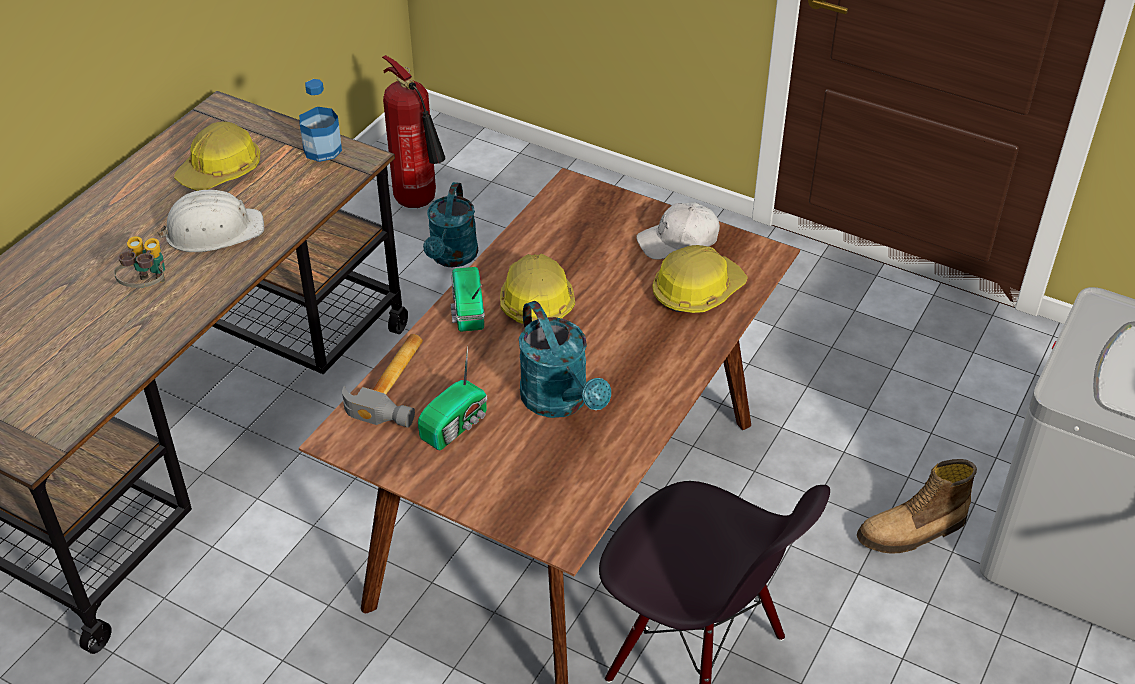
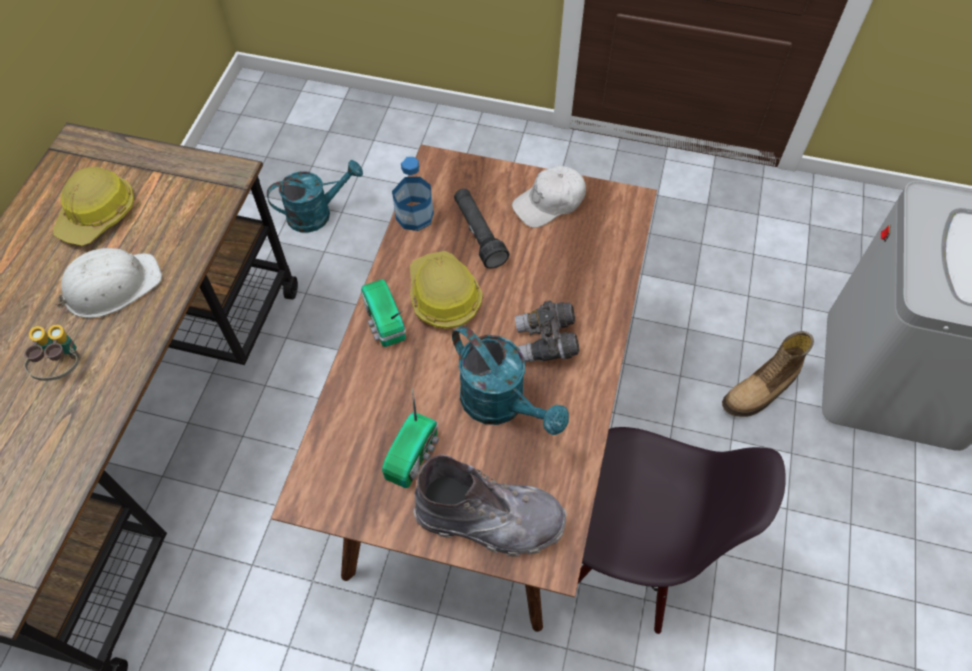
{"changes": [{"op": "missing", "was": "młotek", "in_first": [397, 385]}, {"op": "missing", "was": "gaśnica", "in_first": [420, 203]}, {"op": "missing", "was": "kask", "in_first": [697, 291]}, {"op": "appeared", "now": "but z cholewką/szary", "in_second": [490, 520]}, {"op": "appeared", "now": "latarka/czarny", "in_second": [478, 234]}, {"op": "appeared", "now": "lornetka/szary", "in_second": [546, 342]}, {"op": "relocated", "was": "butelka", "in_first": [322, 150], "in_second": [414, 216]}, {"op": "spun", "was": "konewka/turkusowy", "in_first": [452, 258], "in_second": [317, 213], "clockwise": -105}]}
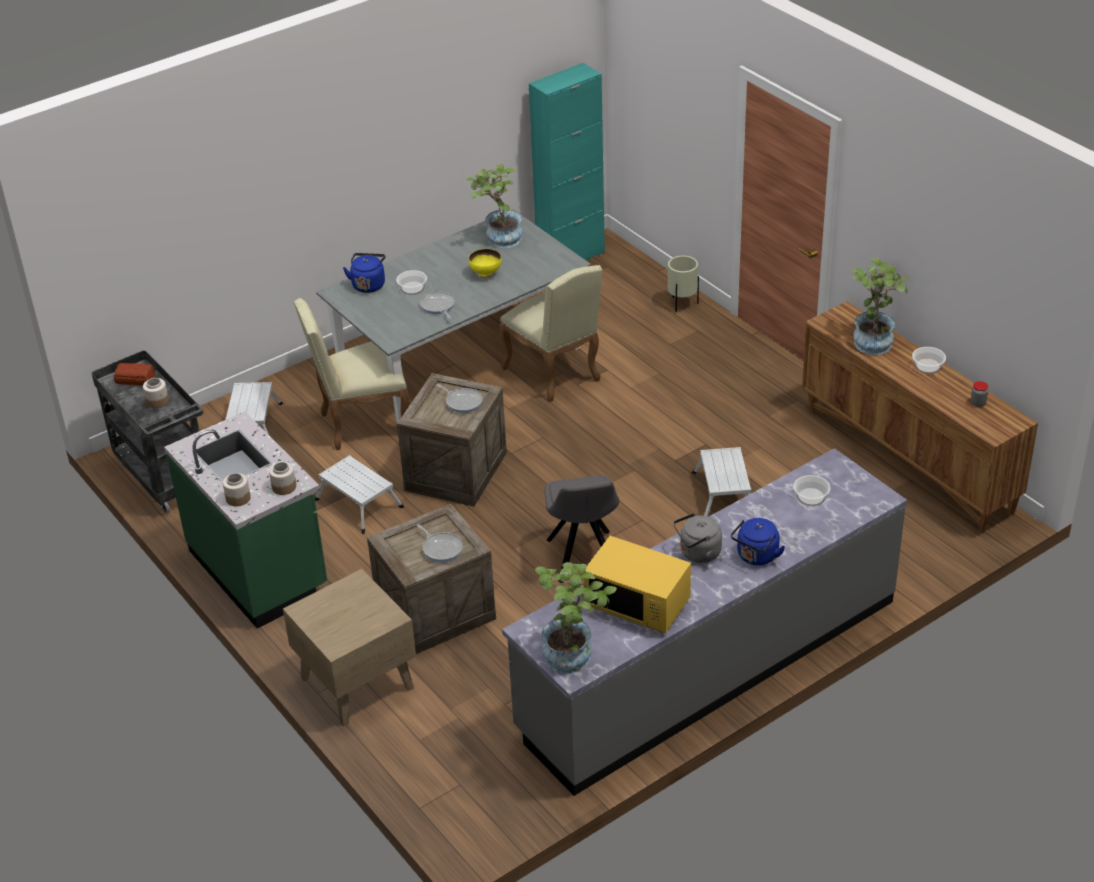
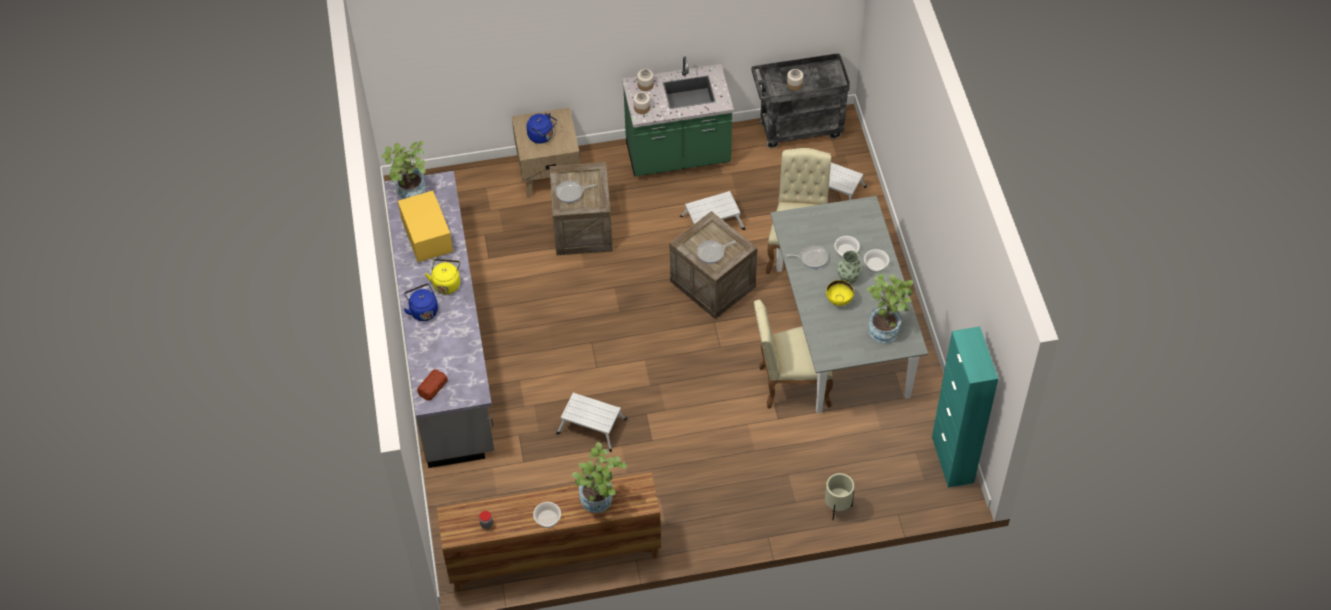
{"changes": [{"op": "missing", "was": "krzesło/szary", "in_first": [583, 557]}, {"op": "appeared", "now": "wazon", "in_second": [848, 277]}, {"op": "relocated", "was": "chleb", "in_first": [134, 379], "in_second": [433, 387]}, {"op": "relocated", "was": "czajnik/niebieski", "in_first": [368, 284], "in_second": [542, 136]}, {"op": "relocated", "was": "miska", "in_first": [811, 497], "in_second": [876, 265]}, {"op": "colour", "was": "czajnik/szary", "now": "czajnik/żółty", "in_first": [698, 553], "in_second": [446, 283]}, {"op": "spun", "was": "mikrofalówka/żółty", "in_first": [638, 604], "in_second": [427, 237], "clockwise": 105}]}
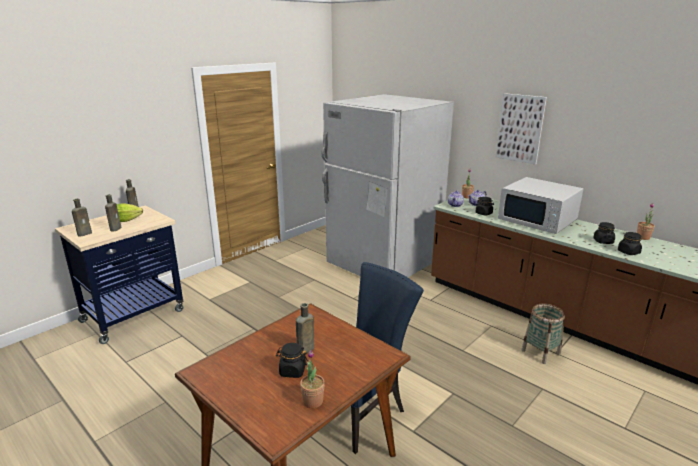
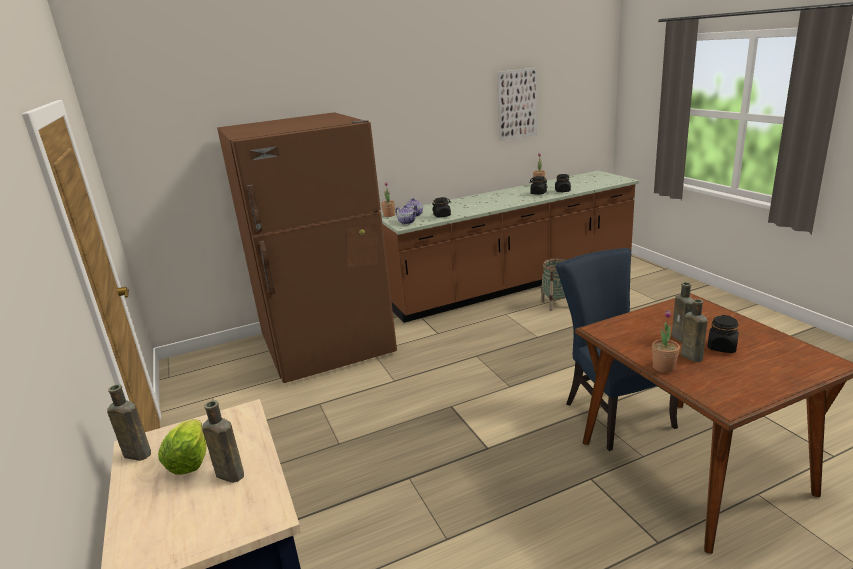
{"changes": [{"op": "missing", "was": "mikrofalówka/biały", "in_first": [538, 220]}, {"op": "relocated", "was": "butelka/brązowy", "in_first": [85, 233], "in_second": [690, 356]}, {"op": "relocated", "was": "roślina doniczkowa", "in_first": [313, 401], "in_second": [663, 367]}, {"op": "relocated", "was": "obraz", "in_first": [520, 128], "in_second": [517, 104]}, {"op": "colour", "was": "lodówka/biały", "now": "lodówka/brązowy", "in_first": [384, 262], "in_second": [328, 344]}]}
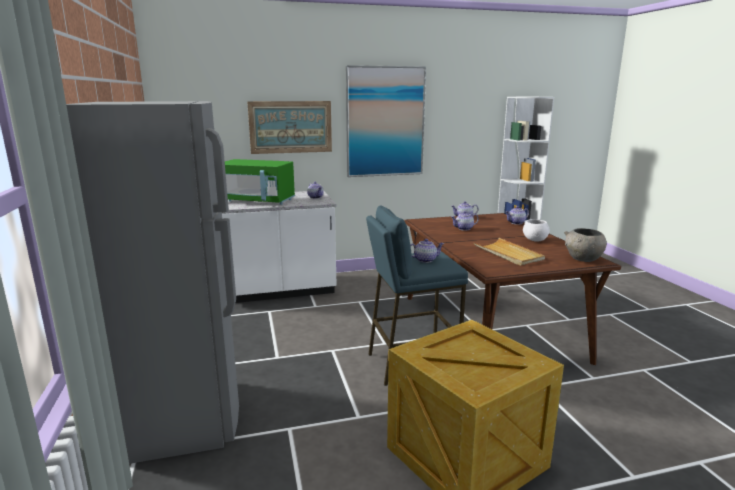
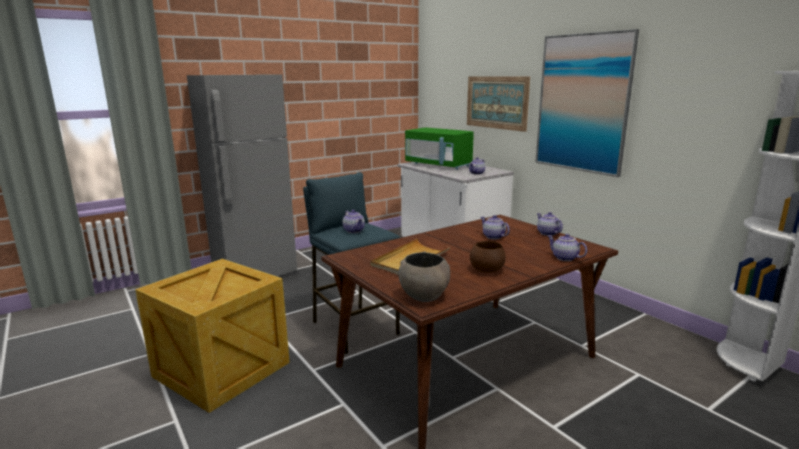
{"changes": [{"op": "colour", "was": "miska/biały", "now": "miska/brązowy", "in_first": [535, 240], "in_second": [487, 270]}, {"op": "spun", "was": "mikrofalówka/zielony", "in_first": [257, 201], "in_second": [438, 165], "clockwise": -45}]}
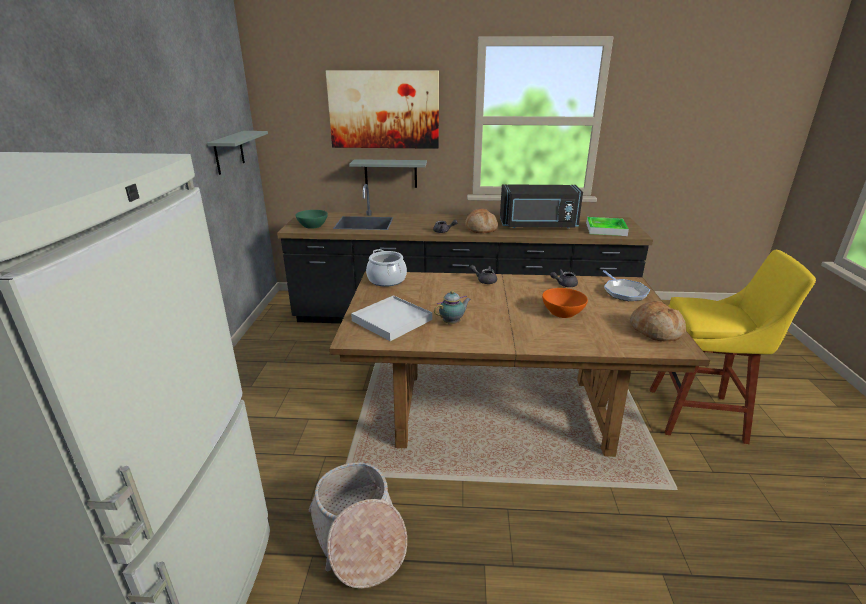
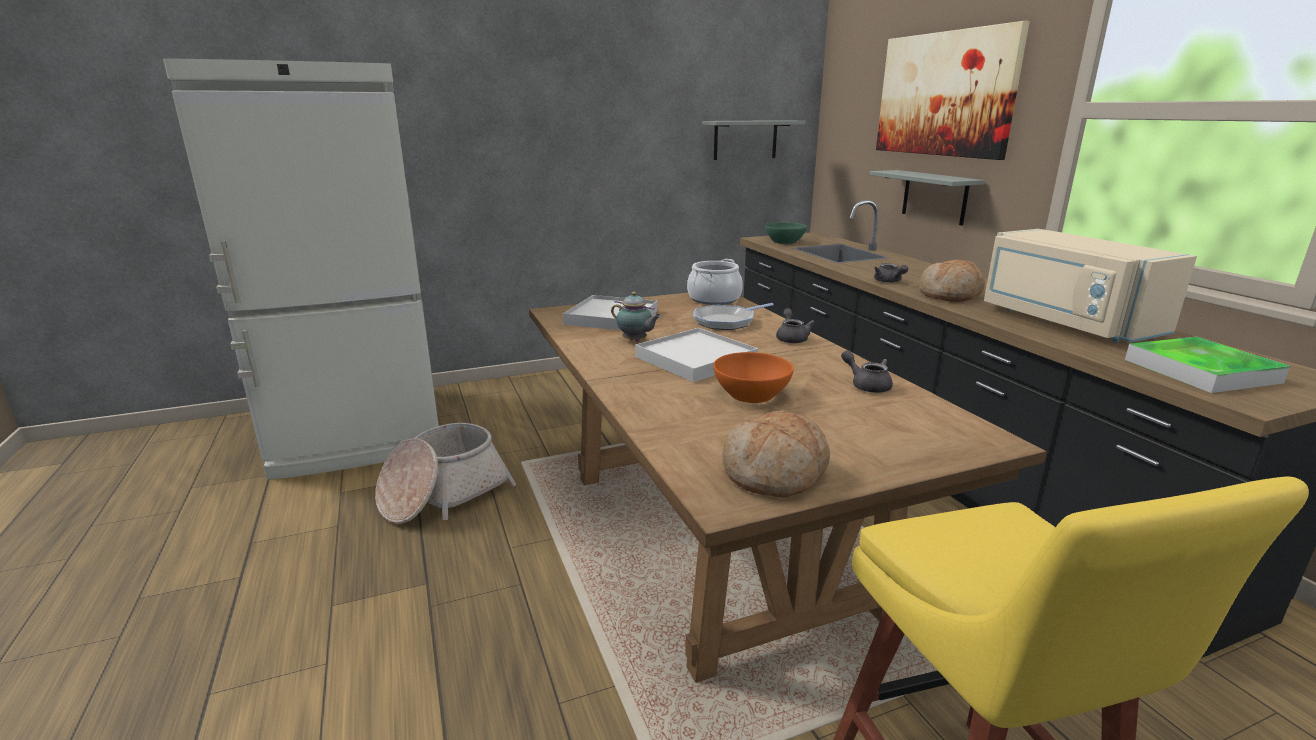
{"changes": [{"op": "appeared", "now": "taca/biały", "in_second": [696, 359]}, {"op": "relocated", "was": "patelnia", "in_first": [624, 292], "in_second": [726, 321]}, {"op": "colour", "was": "mikrofalówka/czarny", "now": "mikrofalówka/beżowy", "in_first": [538, 225], "in_second": [1064, 322]}]}
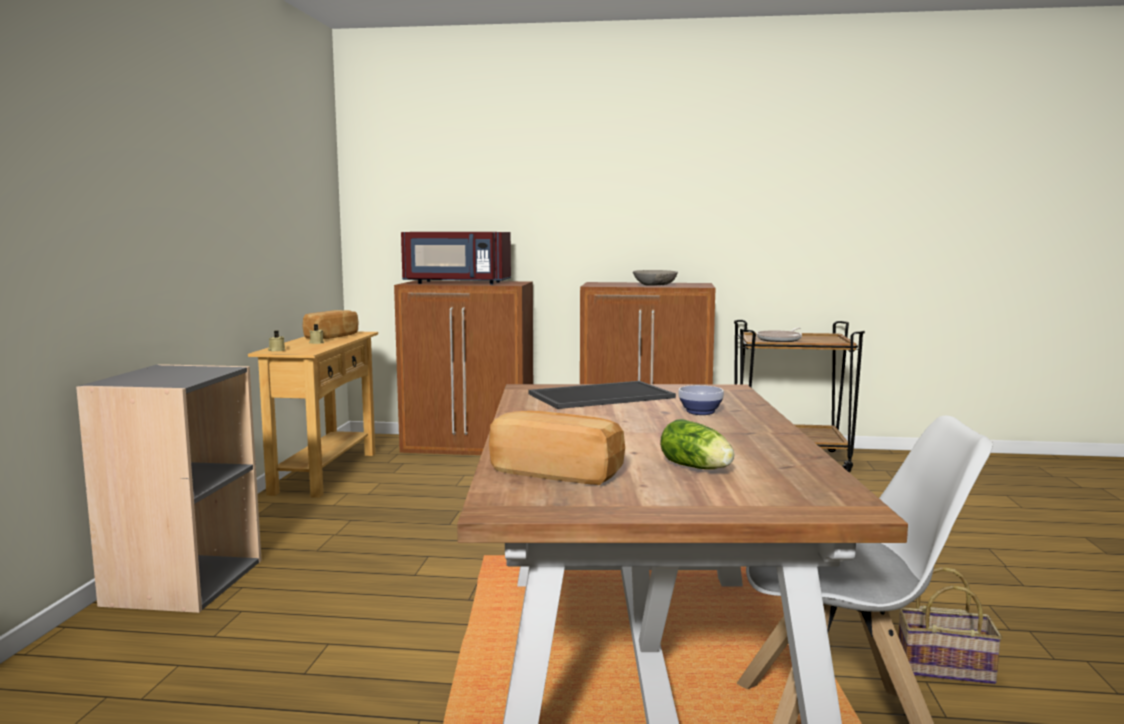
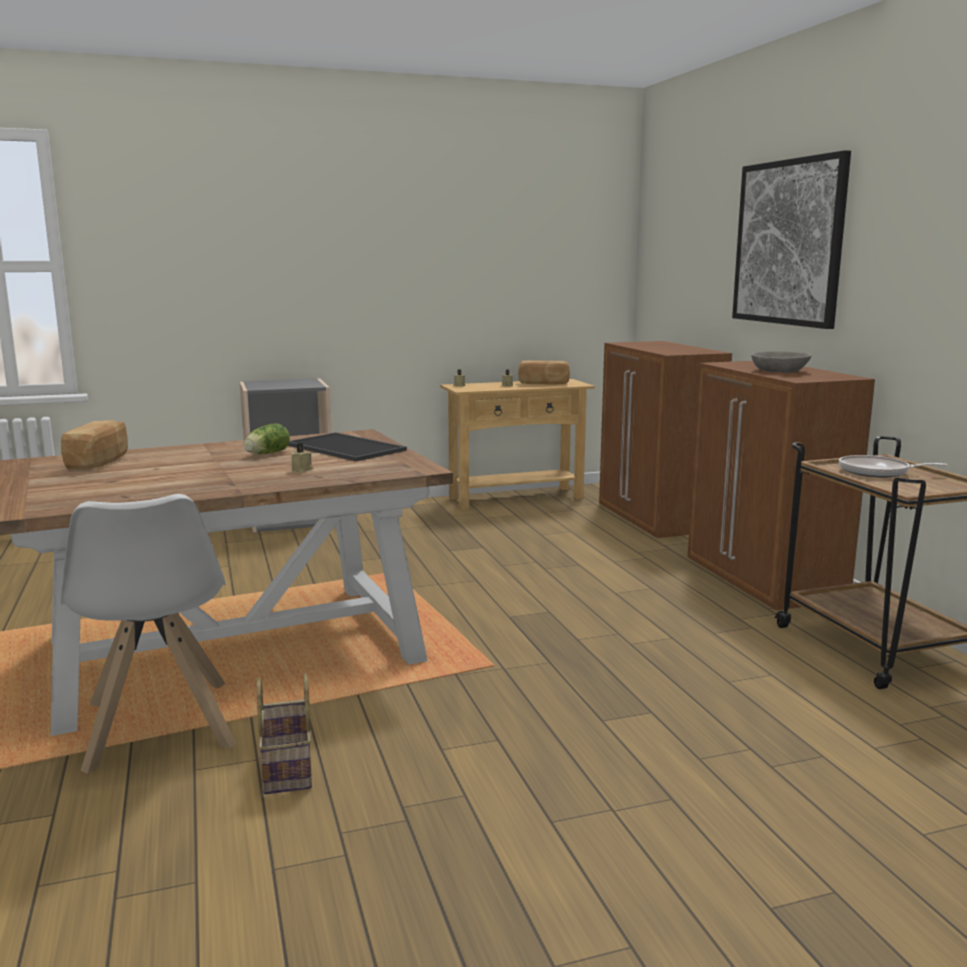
{"changes": [{"op": "missing", "was": "mikrofalówka/czerwony", "in_first": [456, 283]}, {"op": "appeared", "now": "obraz", "in_second": [788, 243]}, {"op": "relocated", "was": "sałata", "in_first": [698, 468], "in_second": [265, 454]}, {"op": "exchanged", "was": "miska", "now": "świeca/beżowy", "in_first": [699, 412], "in_second": [302, 470]}]}
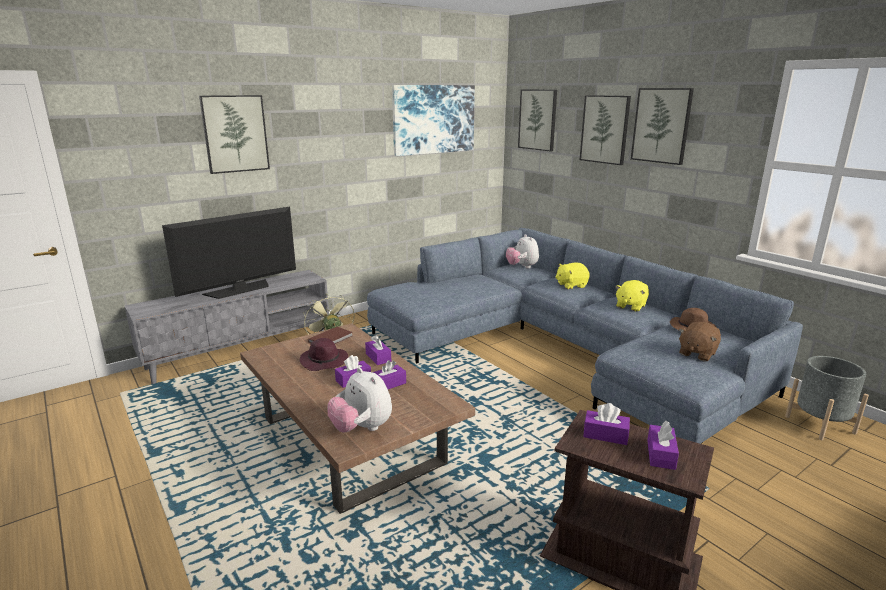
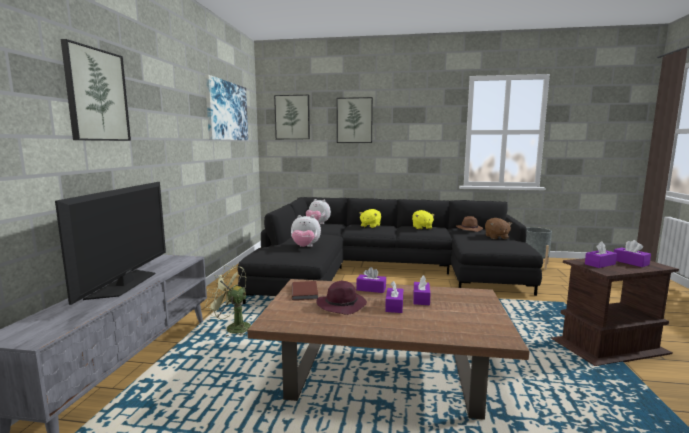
{"changes": [{"op": "missing", "was": "obraz", "in_first": [661, 125]}, {"op": "relocated", "was": "pluszak", "in_first": [362, 428], "in_second": [305, 247]}, {"op": "colour", "was": "kanapa/niebieski", "now": "kanapa/czarny", "in_first": [561, 349], "in_second": [383, 271]}]}
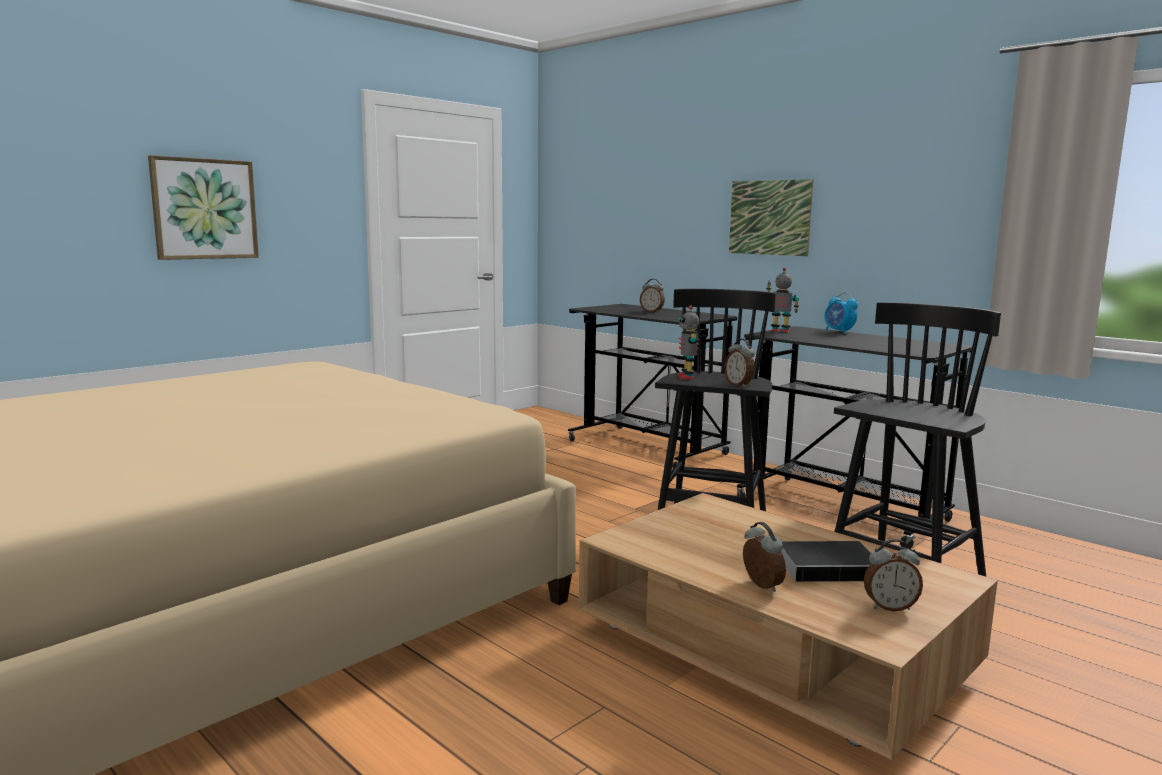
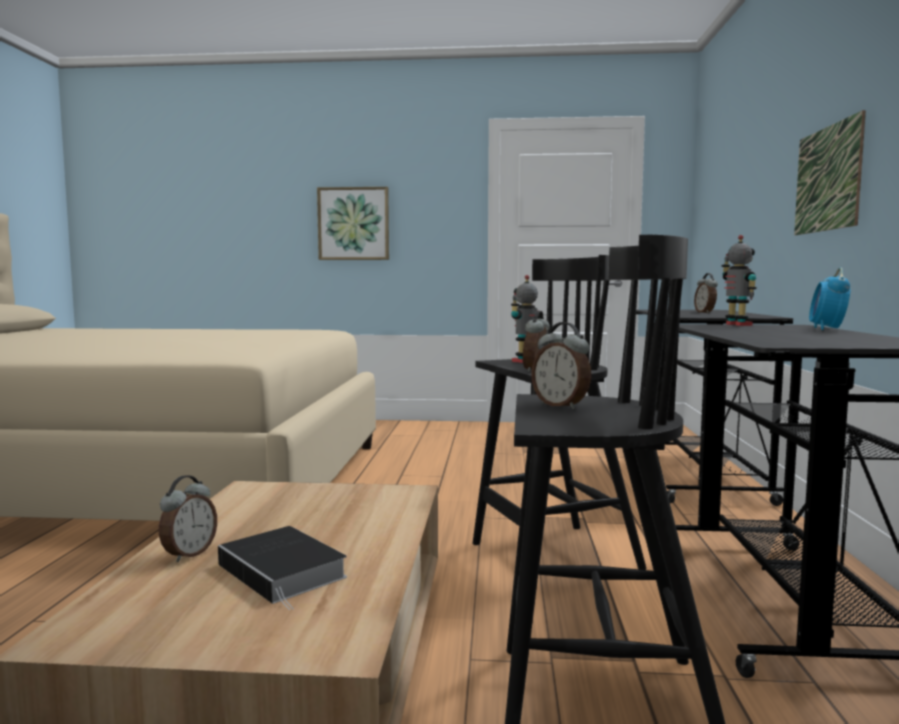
{"changes": [{"op": "relocated", "was": "budzik", "in_first": [889, 607], "in_second": [561, 406]}]}
